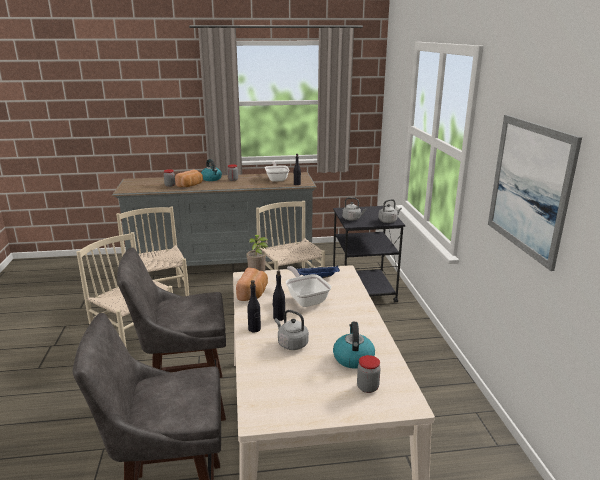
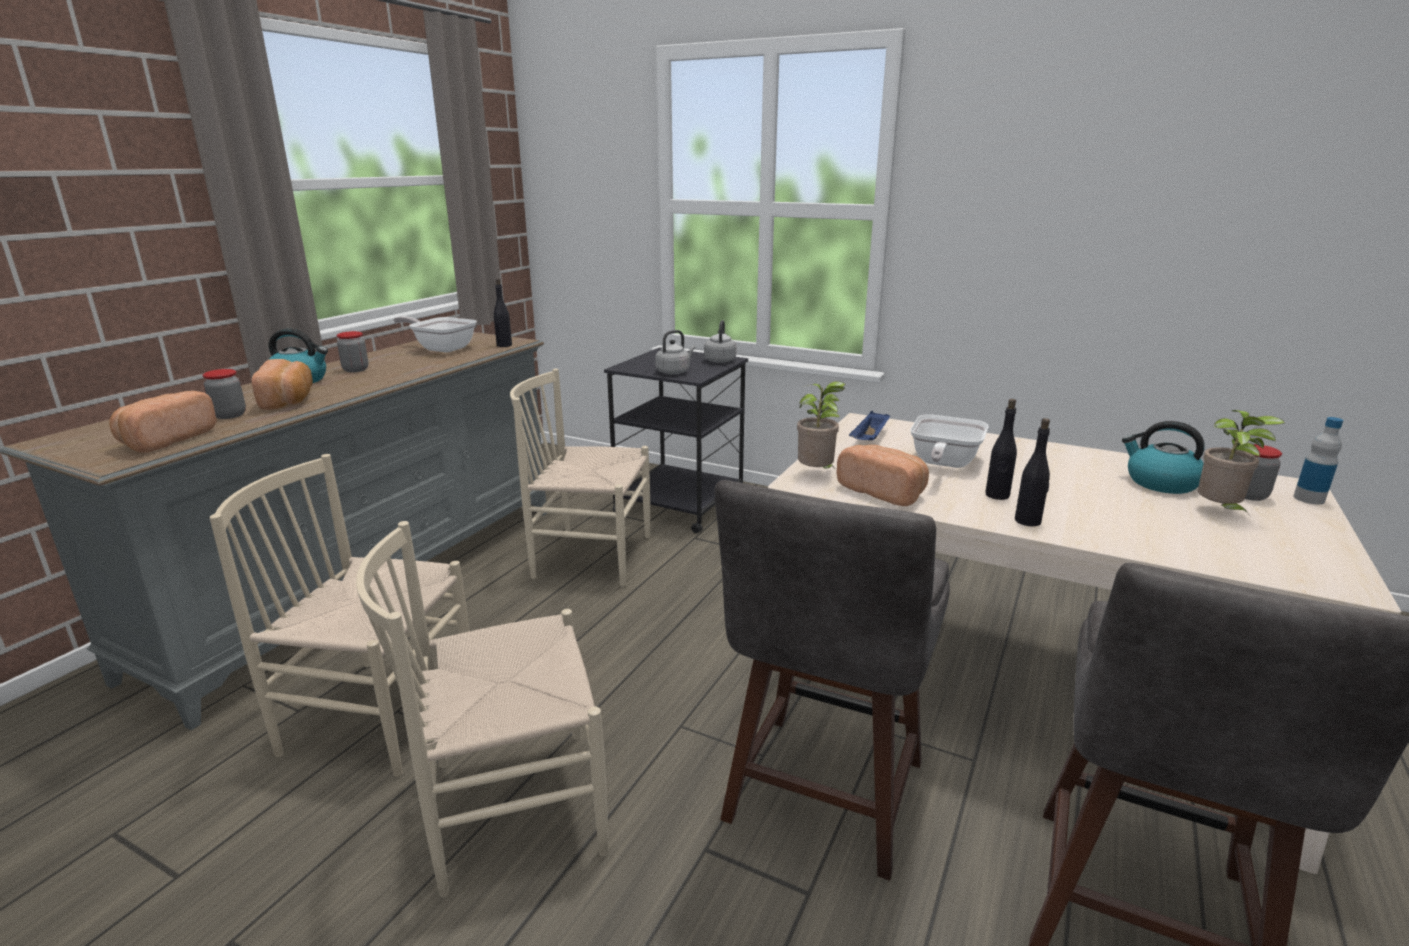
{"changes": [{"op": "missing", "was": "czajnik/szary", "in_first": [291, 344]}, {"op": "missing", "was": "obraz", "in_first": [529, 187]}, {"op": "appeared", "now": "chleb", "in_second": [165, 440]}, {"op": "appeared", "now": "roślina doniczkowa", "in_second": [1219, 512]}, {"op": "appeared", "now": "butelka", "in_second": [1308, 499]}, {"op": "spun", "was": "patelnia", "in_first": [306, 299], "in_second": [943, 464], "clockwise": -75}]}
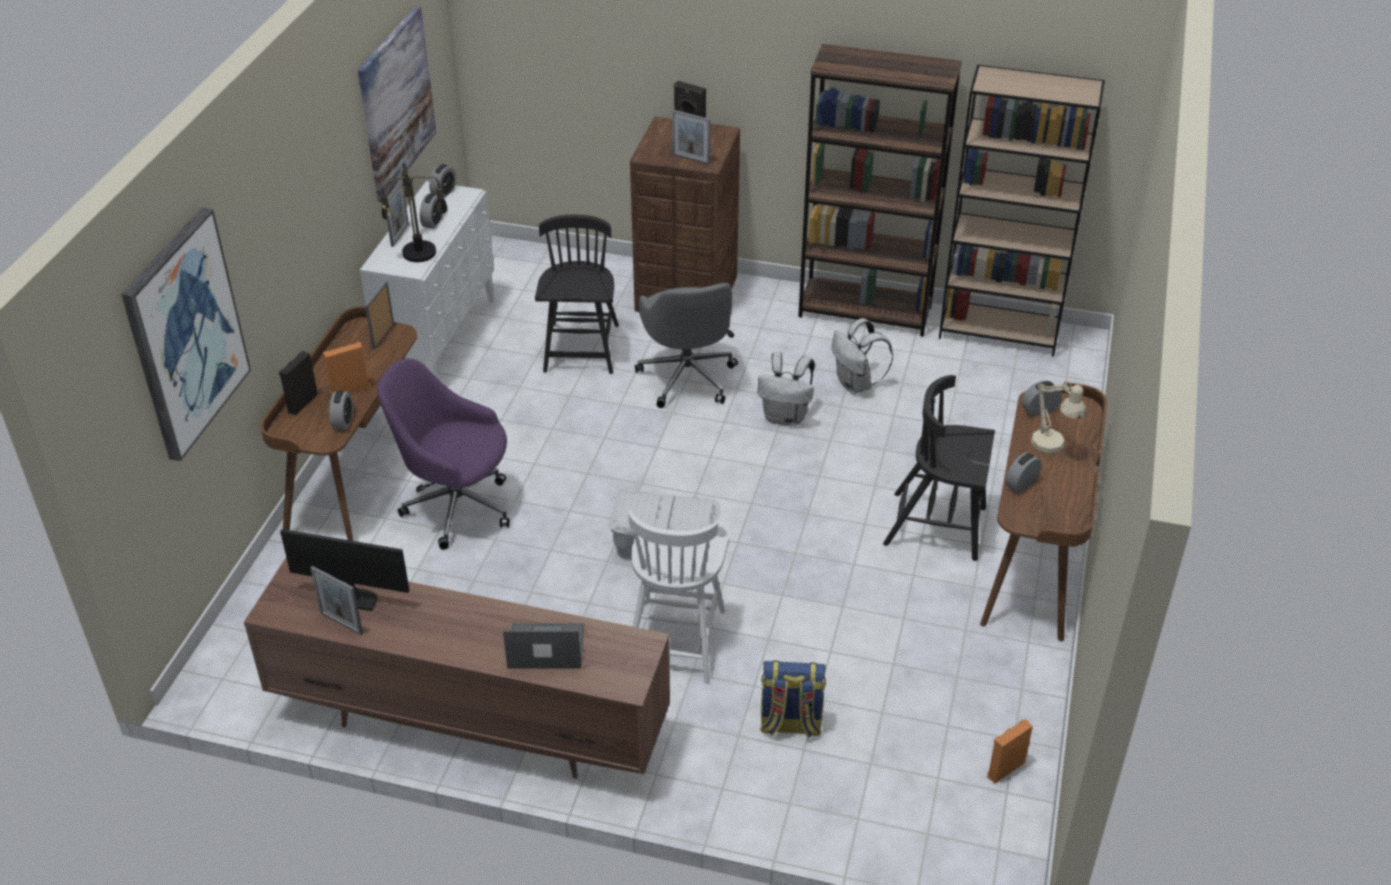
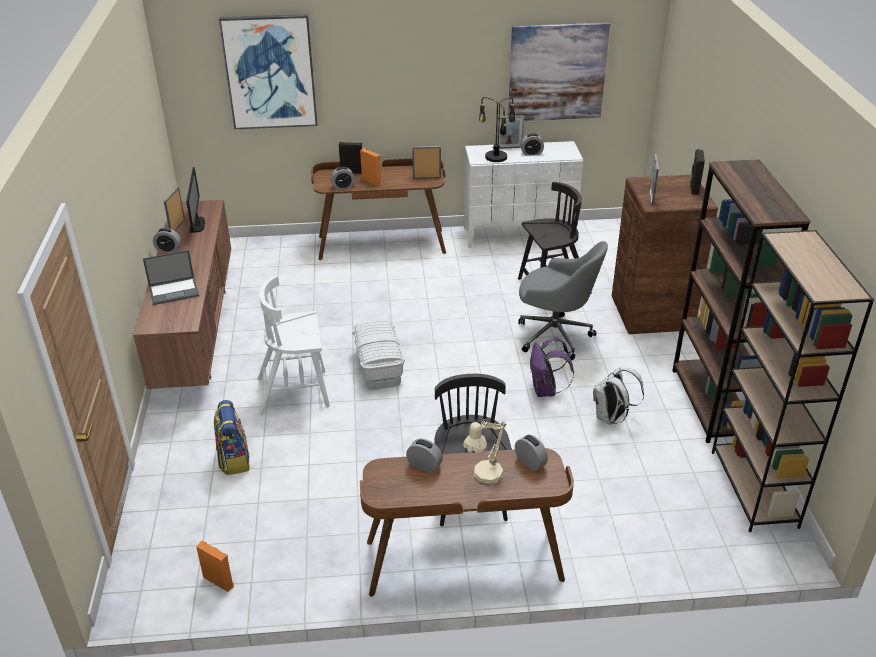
{"changes": [{"op": "missing", "was": "krzesło biurowe/fioletowy", "in_first": [456, 508]}, {"op": "relocated", "was": "budzik", "in_first": [444, 192], "in_second": [168, 249]}, {"op": "colour", "was": "plecak/biały", "now": "plecak/fioletowy", "in_first": [786, 417], "in_second": [546, 390]}, {"op": "spun", "was": "laptop", "in_first": [545, 647], "in_second": [174, 291], "clockwise": 90}, {"op": "spun", "was": "krzesło biurowe/szary", "in_first": [688, 379], "in_second": [555, 336], "clockwise": -120}]}
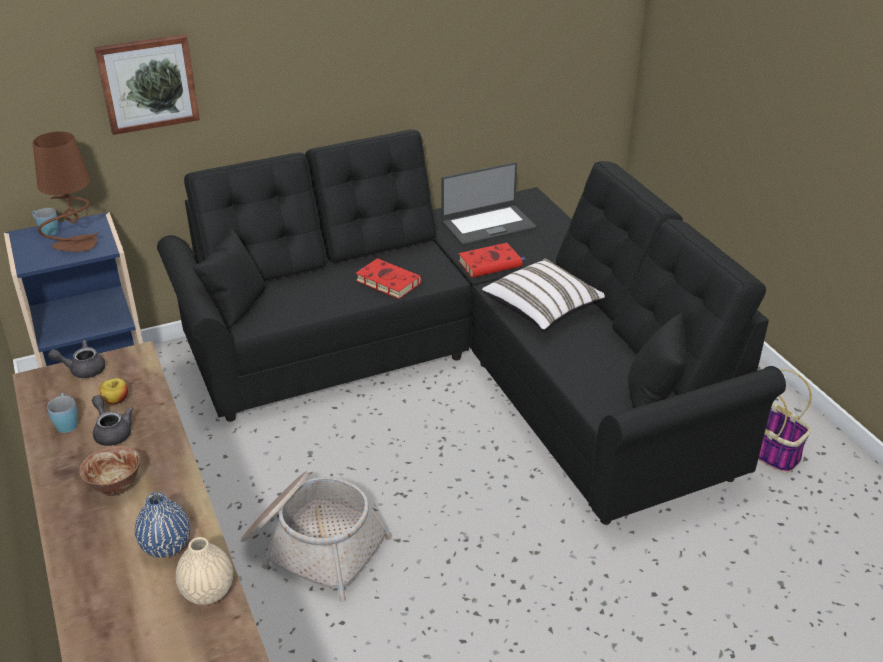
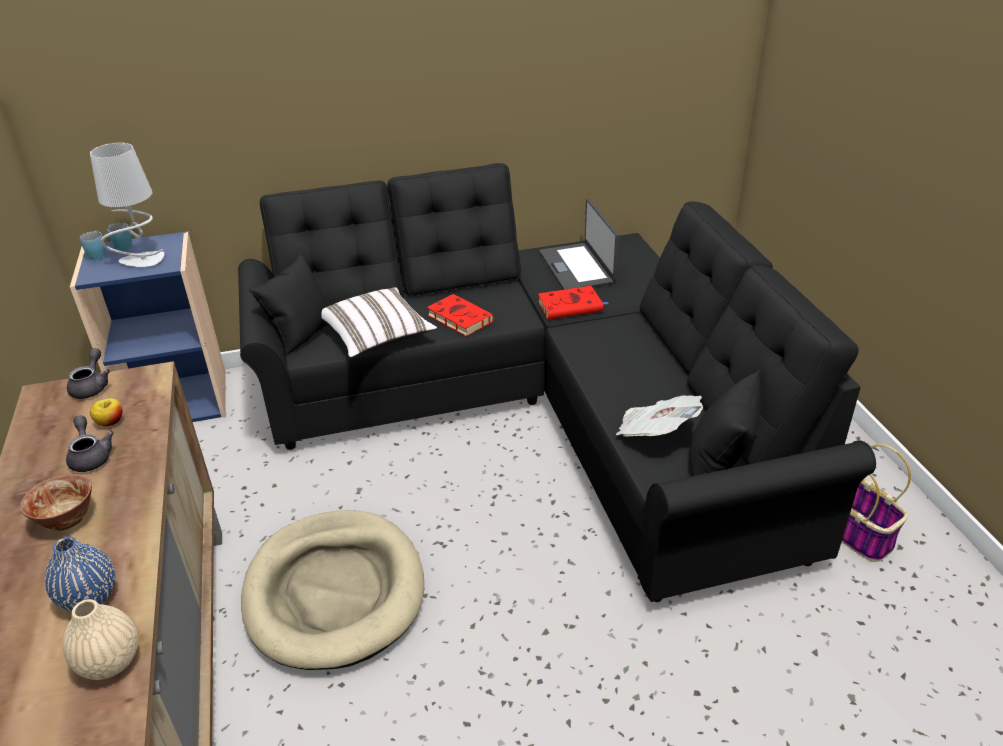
{"changes": [{"op": "missing", "was": "obraz", "in_first": [148, 83]}, {"op": "appeared", "now": "gazeta", "in_second": [655, 433]}, {"op": "relocated", "was": "kubek/niebieski", "in_first": [67, 422], "in_second": [98, 254]}, {"op": "relocated", "was": "poduszka/biały", "in_first": [543, 308], "in_second": [377, 337]}, {"op": "exchanged", "was": "koszyk", "now": "legowisko/beżowy", "in_first": [313, 545], "in_second": [335, 592]}, {"op": "colour", "was": "lampa stołowa/brązowy", "now": "lampa stołowa/szary", "in_first": [76, 245], "in_second": [142, 261]}, {"op": "spun", "was": "imbryk/szary", "in_first": [82, 369], "in_second": [92, 386], "clockwise": 90}, {"op": "spun", "was": "laptop", "in_first": [488, 225], "in_second": [577, 267], "clockwise": 90}]}
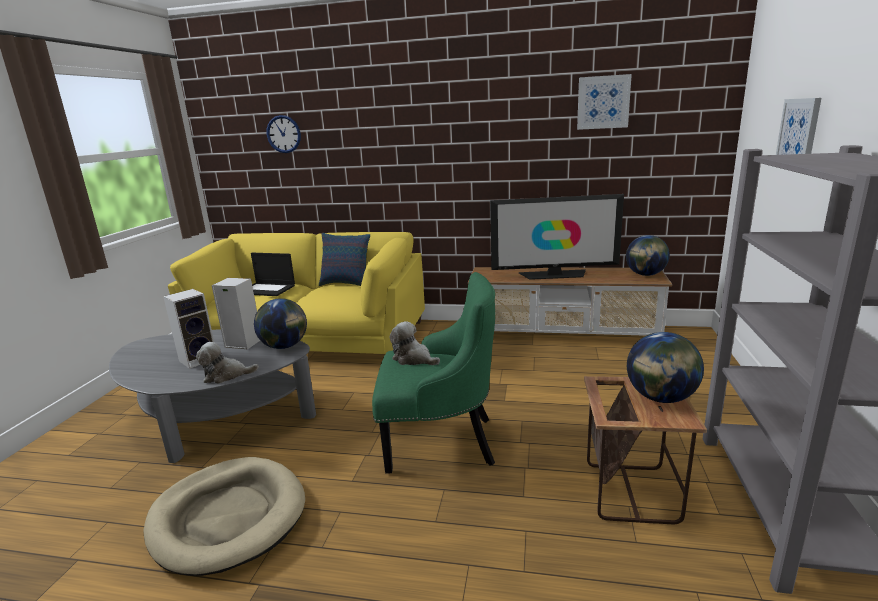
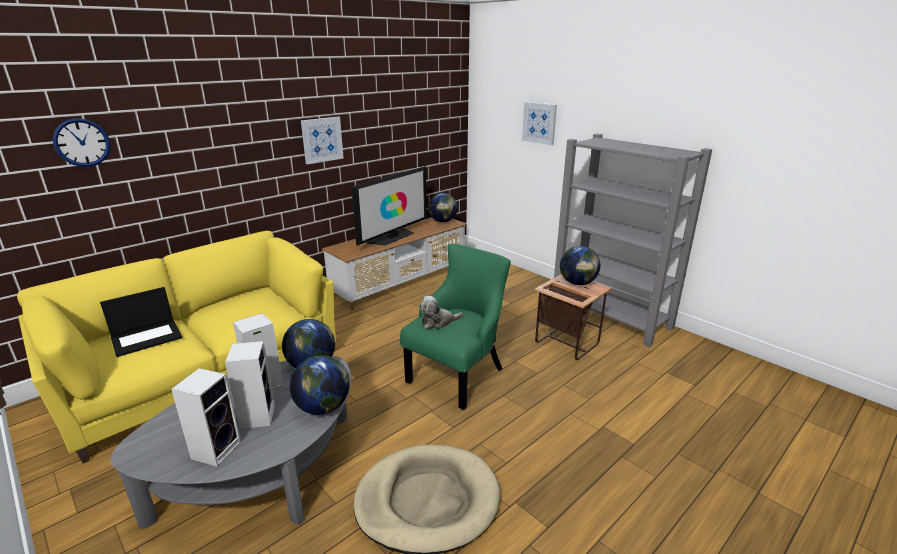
{"changes": [{"op": "missing", "was": "poduszka/niebieski", "in_first": [346, 284]}, {"op": "appeared", "now": "głośnik", "in_second": [216, 449]}, {"op": "relocated", "was": "obraz", "in_first": [603, 102], "in_second": [322, 140]}, {"op": "exchanged", "was": "pluszak", "now": "globus", "in_first": [226, 375], "in_second": [323, 407]}]}
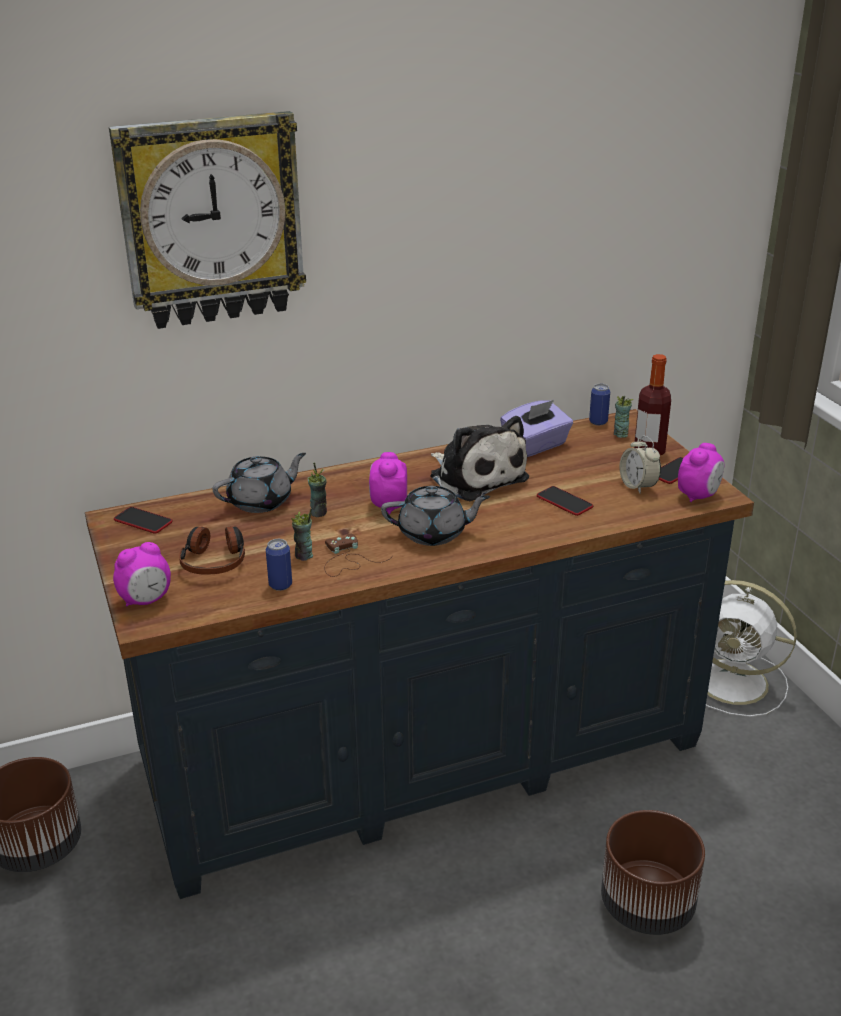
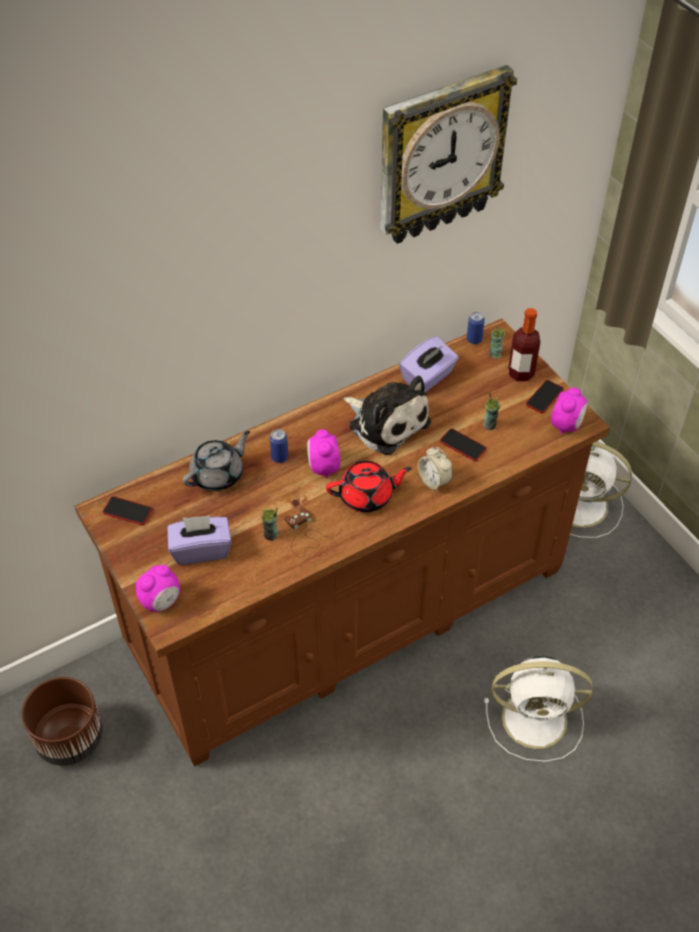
{"changes": [{"op": "relocated", "was": "zegar ścienny", "in_first": [211, 220], "in_second": [440, 156]}, {"op": "relocated", "was": "puszka", "in_first": [280, 585], "in_second": [279, 457]}, {"op": "relocated", "was": "filiżanka", "in_first": [319, 512], "in_second": [489, 425]}, {"op": "relocated", "was": "budzik", "in_first": [638, 486], "in_second": [434, 481]}, {"op": "exchanged", "was": "słuchawki", "now": "pudełko chusteczek/fioletowy", "in_first": [214, 560], "in_second": [201, 549]}, {"op": "exchanged", "was": "donica/brązowy", "now": "wentylator/biały", "in_first": [647, 905], "in_second": [537, 719]}, {"op": "colour", "was": "komoda/niebieski", "now": "komoda/brązowy", "in_first": [424, 754], "in_second": [350, 608]}, {"op": "colour", "was": "imbryk/szary", "now": "imbryk/czerwony", "in_first": [433, 533], "in_second": [367, 496]}]}
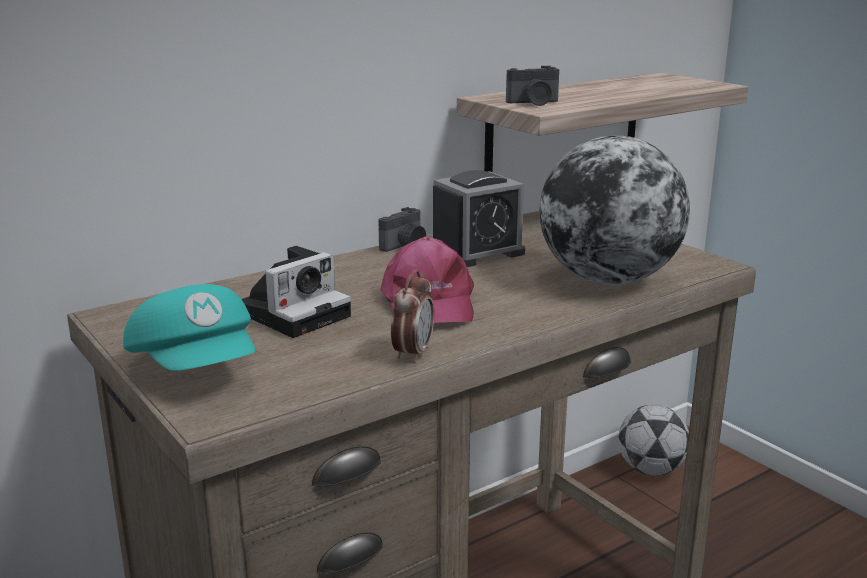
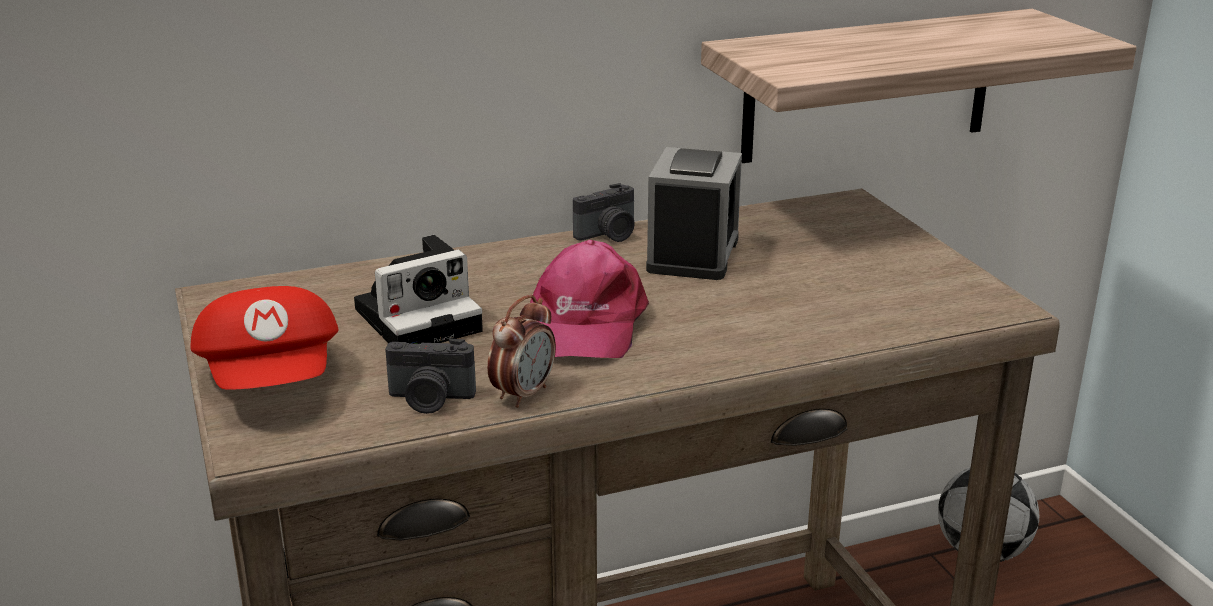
{"changes": [{"op": "missing", "was": "globus", "in_first": [607, 279]}, {"op": "relocated", "was": "aparat fotograficzny", "in_first": [534, 103], "in_second": [430, 400]}, {"op": "colour", "was": "czapka z daszkiem/turkusowy", "now": "czapka z daszkiem/czerwony", "in_first": [198, 368], "in_second": [274, 380]}, {"op": "spun", "was": "budzik", "in_first": [477, 253], "in_second": [693, 254], "clockwise": -60}]}
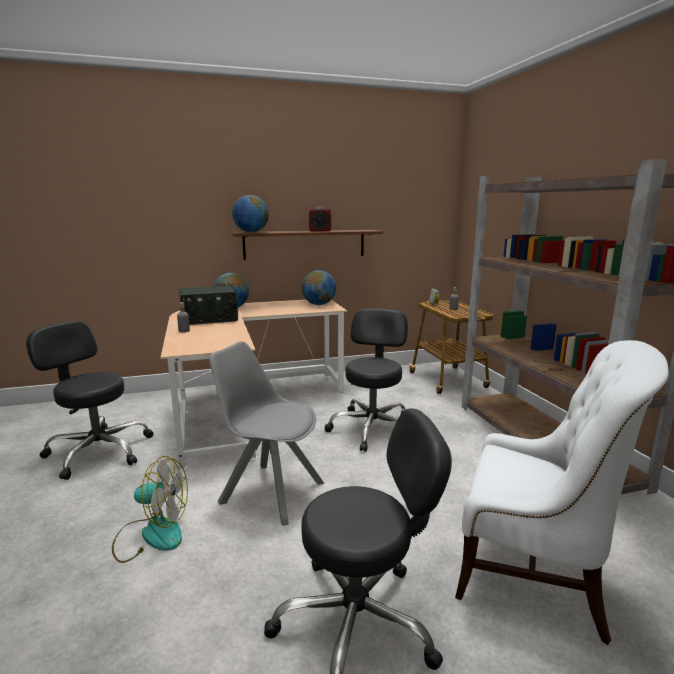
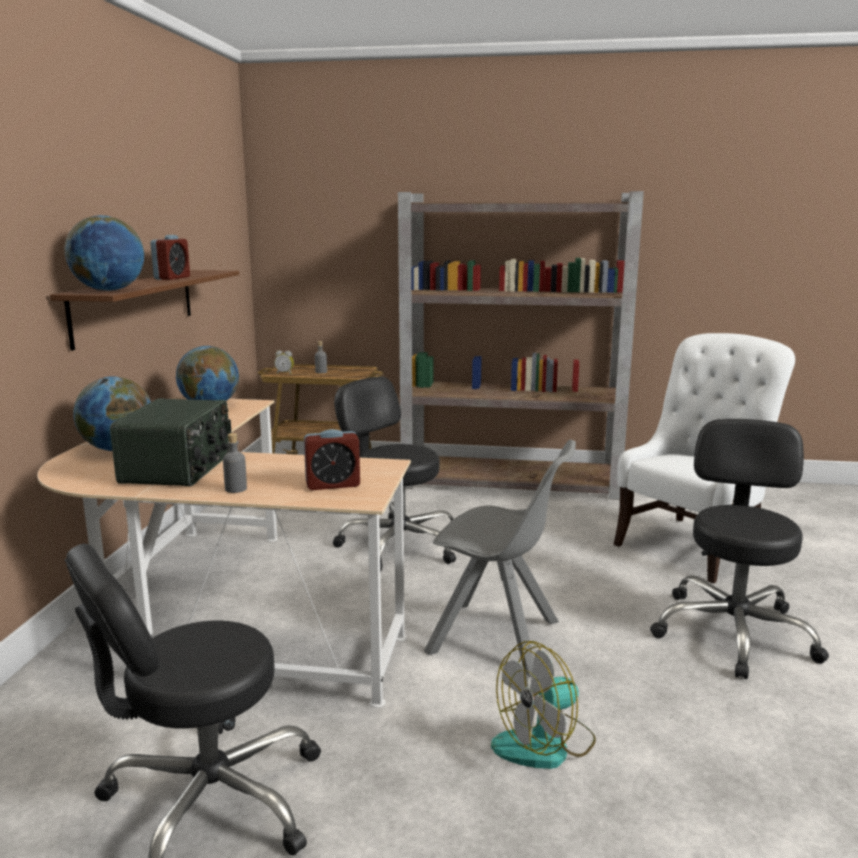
{"changes": [{"op": "appeared", "now": "budzik", "in_second": [333, 485]}, {"op": "spun", "was": "wentylator", "in_first": [151, 534], "in_second": [545, 744], "clockwise": -150}, {"op": "spun", "was": "krzesło/szary", "in_first": [270, 491], "in_second": [497, 638], "clockwise": -120}]}
